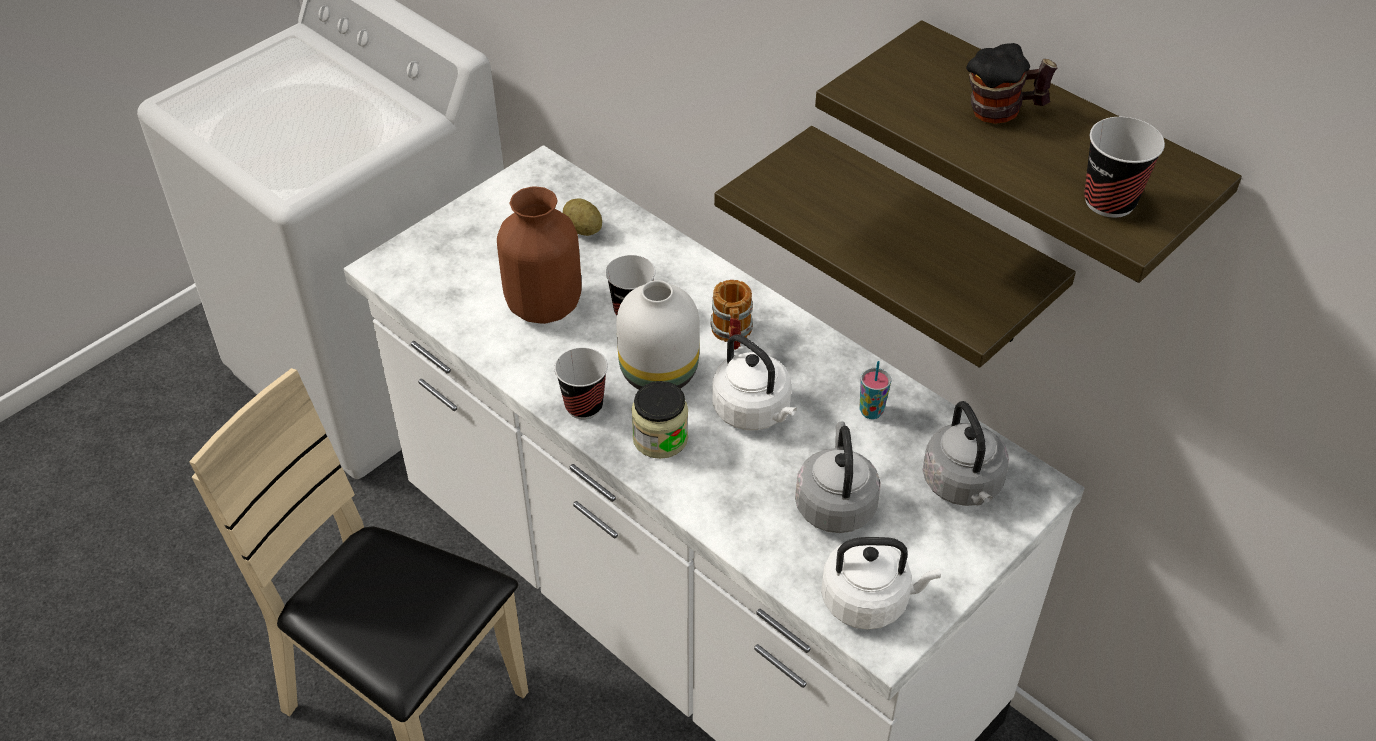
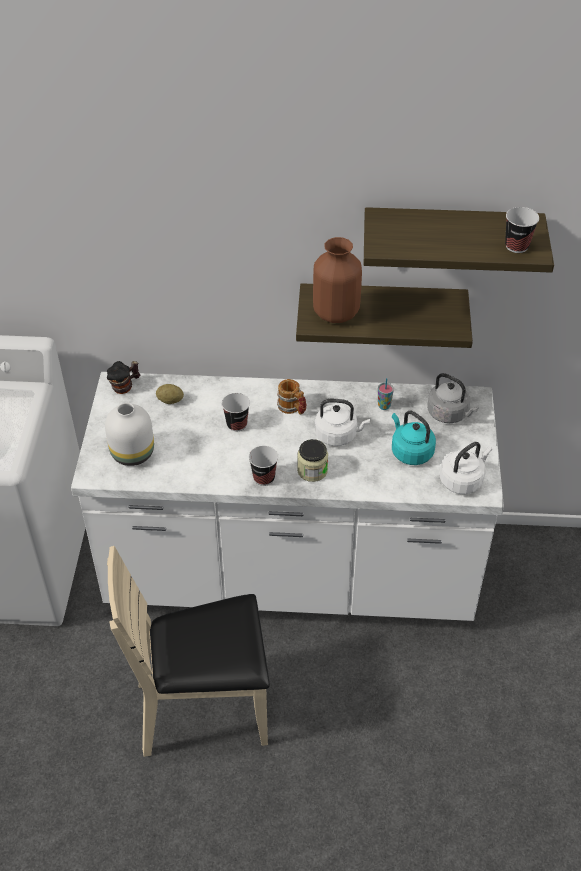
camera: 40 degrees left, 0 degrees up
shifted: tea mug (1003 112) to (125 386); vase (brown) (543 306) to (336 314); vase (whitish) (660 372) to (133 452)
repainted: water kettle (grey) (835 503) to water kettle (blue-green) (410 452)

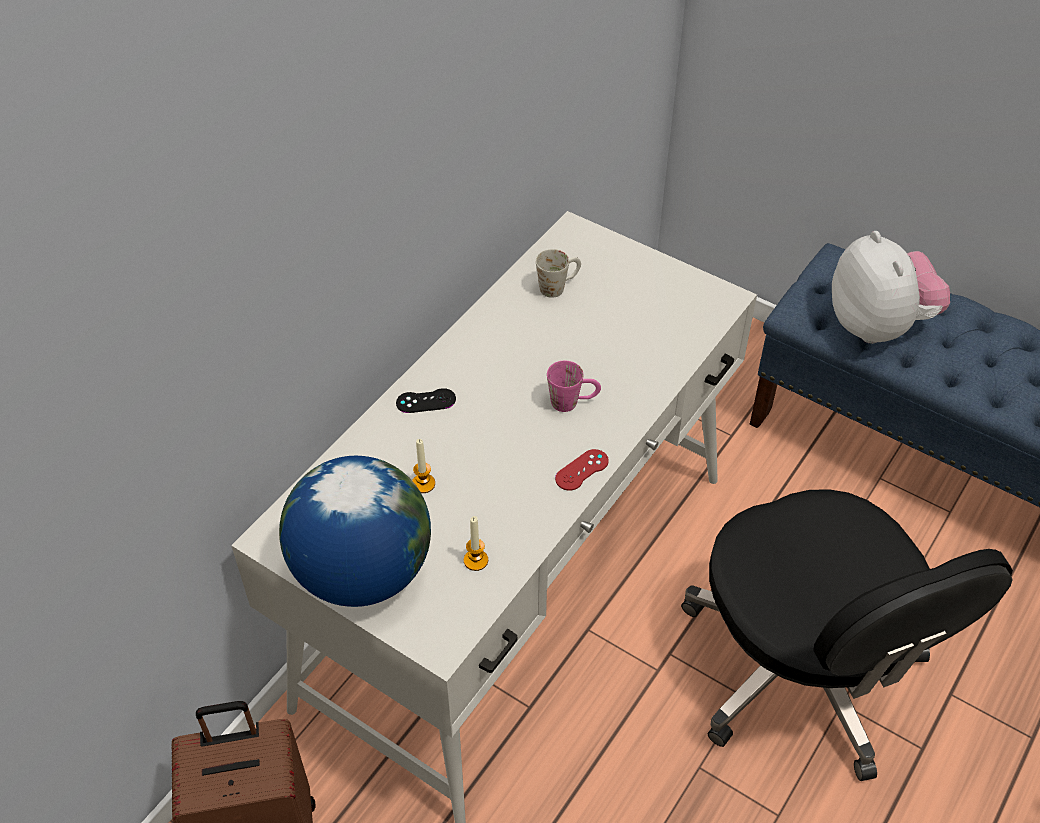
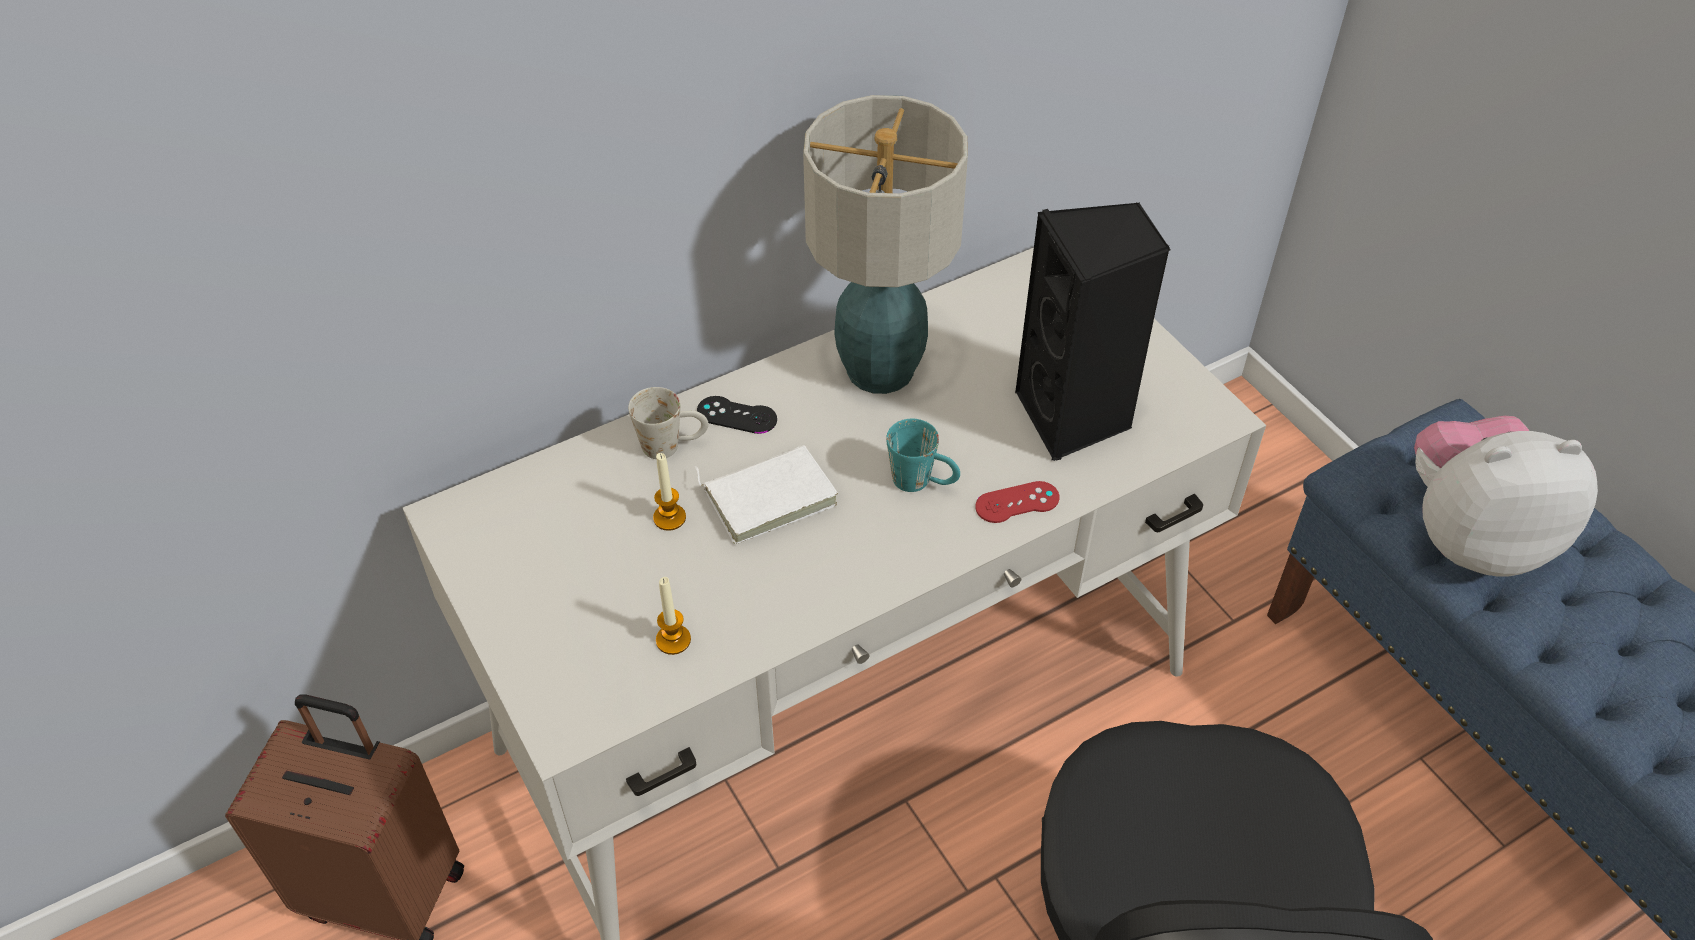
camera: 25 degrees right, 0 degrees up
gone: globe (362 571)
new: lamp for a table (881 370); speaker (blackish) (1075 417); book (whitish) (769 495)
shifted: tea mug (whitish) (558 286) to (672 445); joypad (red) (582 470) to (1017 502)
repainted: tea mug (pink) (573 402) to tea mug (blue-green) (922 482)
rotated: cuddly toy (878 325) = (1470 536) 105 degrees counterclockwise

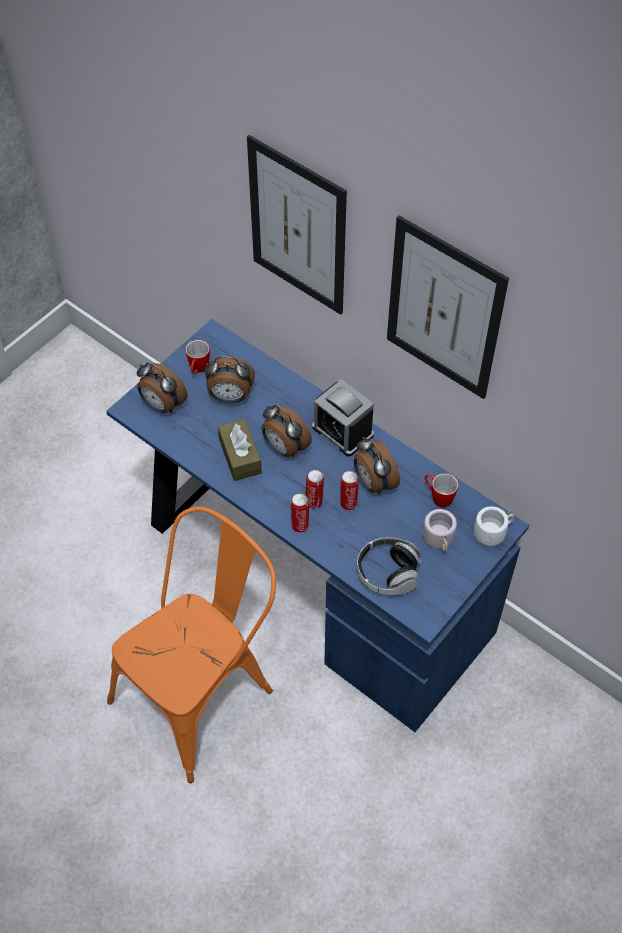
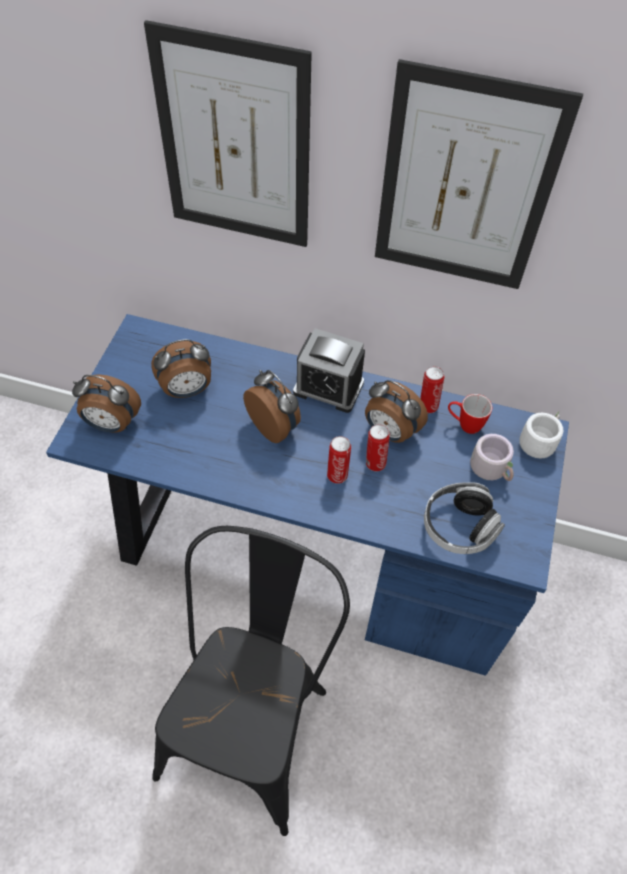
camera: 25 degrees left, 0 degrees up
gone: tea mug (198 370); tissue holder (brown) (240 456)
shifted: can (300 525) to (428 405)
repainted: upright chair (orange-coloured) (203 690) to upright chair (blackish) (253 721)
rotated: alarm clock (284 448) = (275 426) 150 degrees counterclockwise

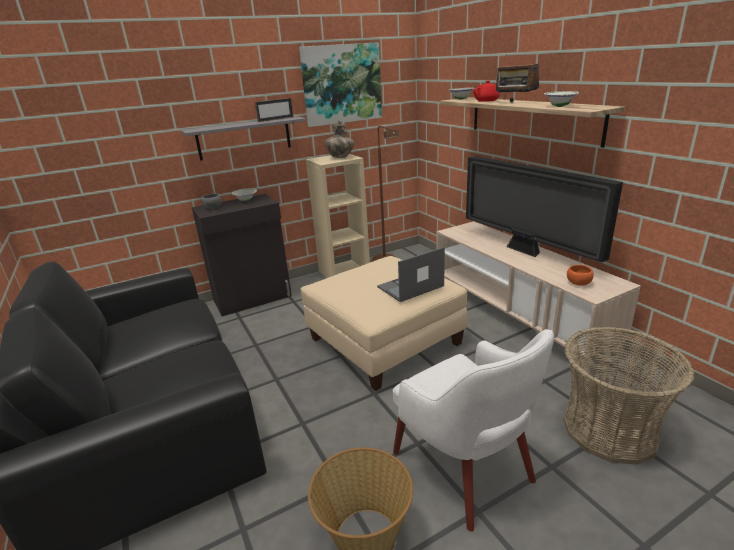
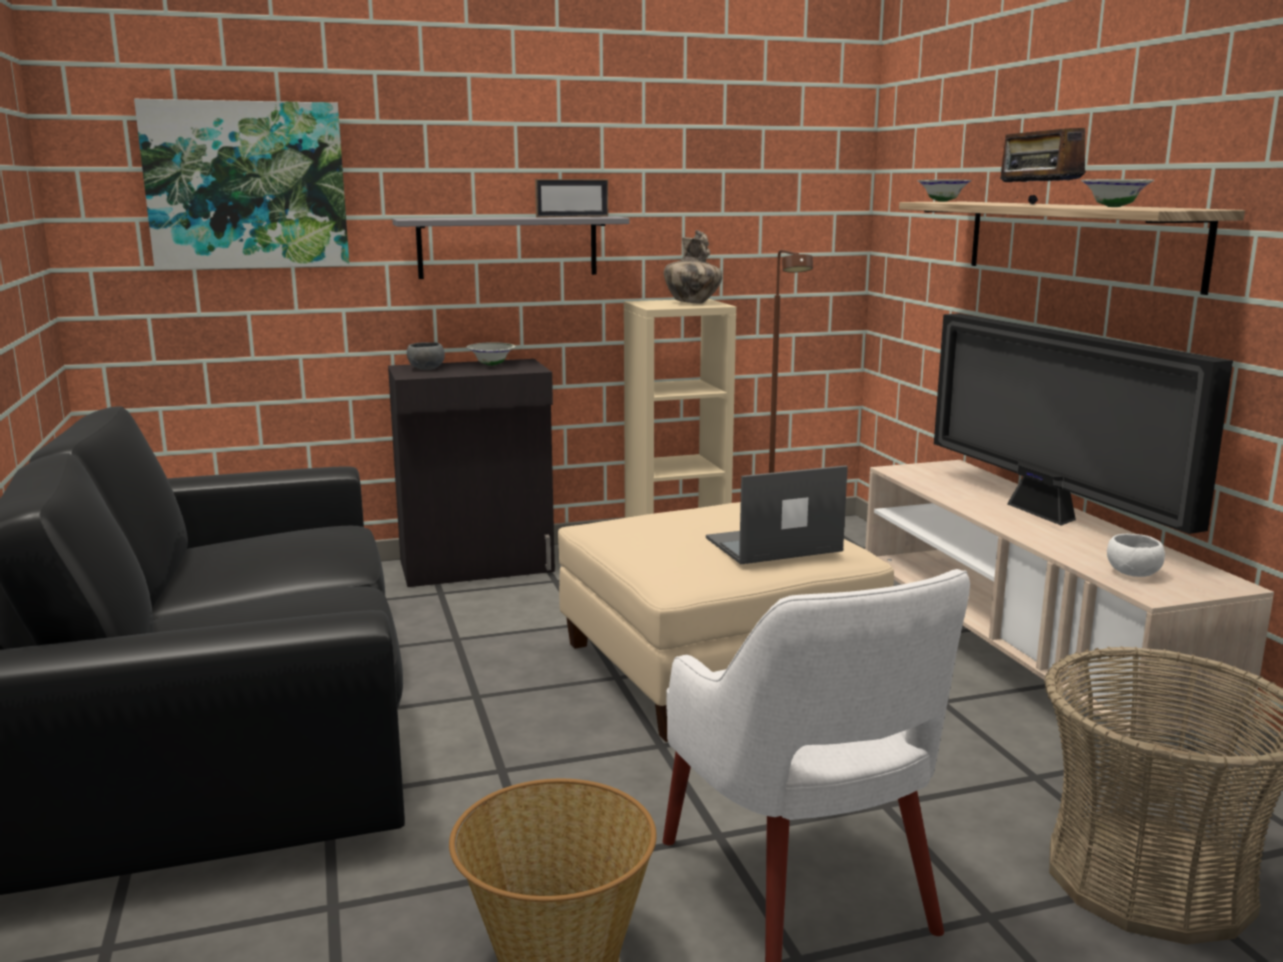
camera: 10 degrees right, 10 degrees down
gone: teapot (red) (487 101)
shifted: wall picture (342 84) to (247 185)
repainted: deep dish (orange-coloured) (577 283) to deep dish (whitish) (1131 573)

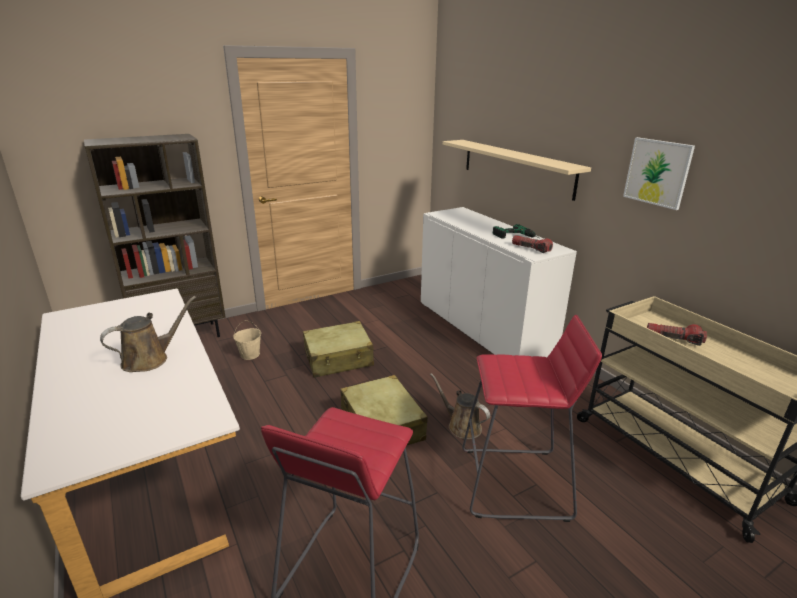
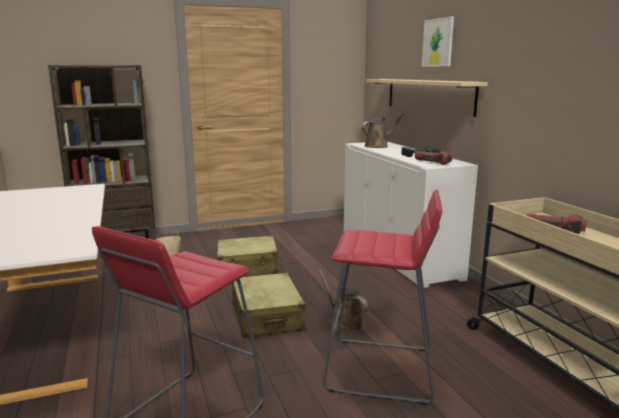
camera: 10 degrees right, 10 degrees down
shifted: wall picture (657 172) to (438 42); watering can (brown) (149 359) to (378 146)

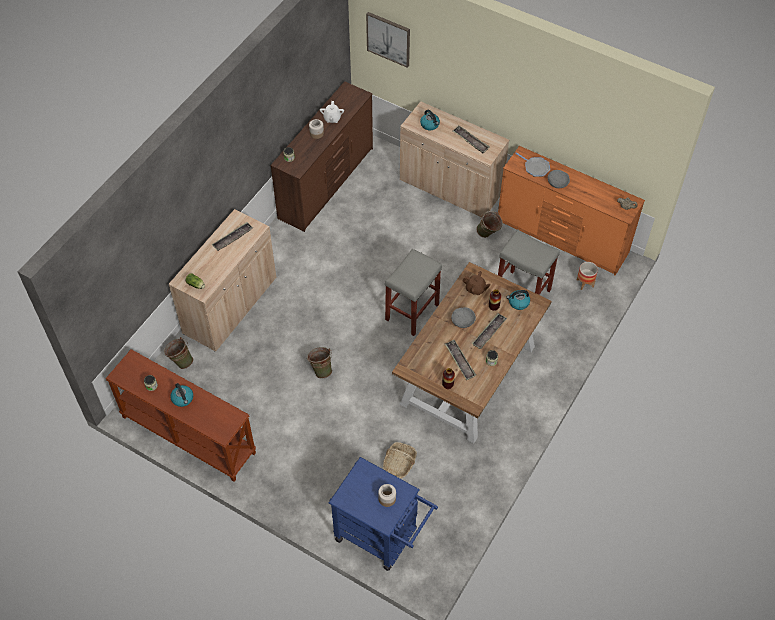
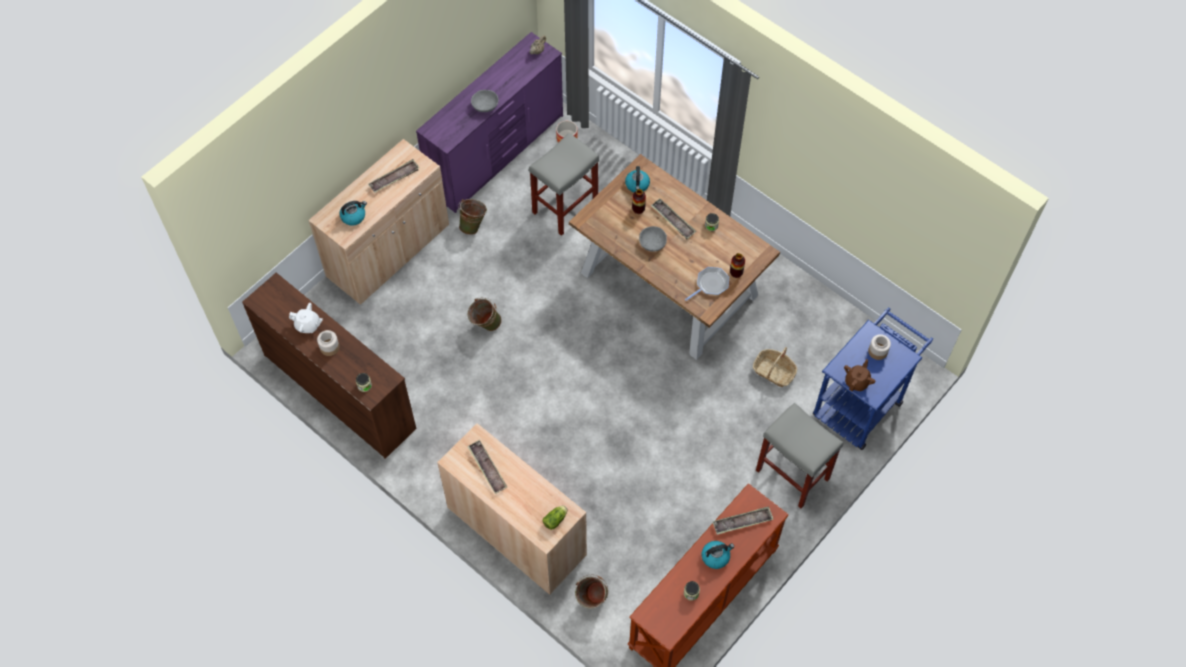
camera: 80 degrees left, 5 degrees up
gone: wall picture (388 39)
shifted: pan (535 168) to (710 284); sitting stool (grey) (412 311) to (791 474); teapot (brown) (475 289) to (857 382); carrying tray (460 361) to (742 522); pail (green) (321 369) to (485 325)
repainted: chest of drawers (orange-coloured) (562 237) to chest of drawers (purplish) (497 153)

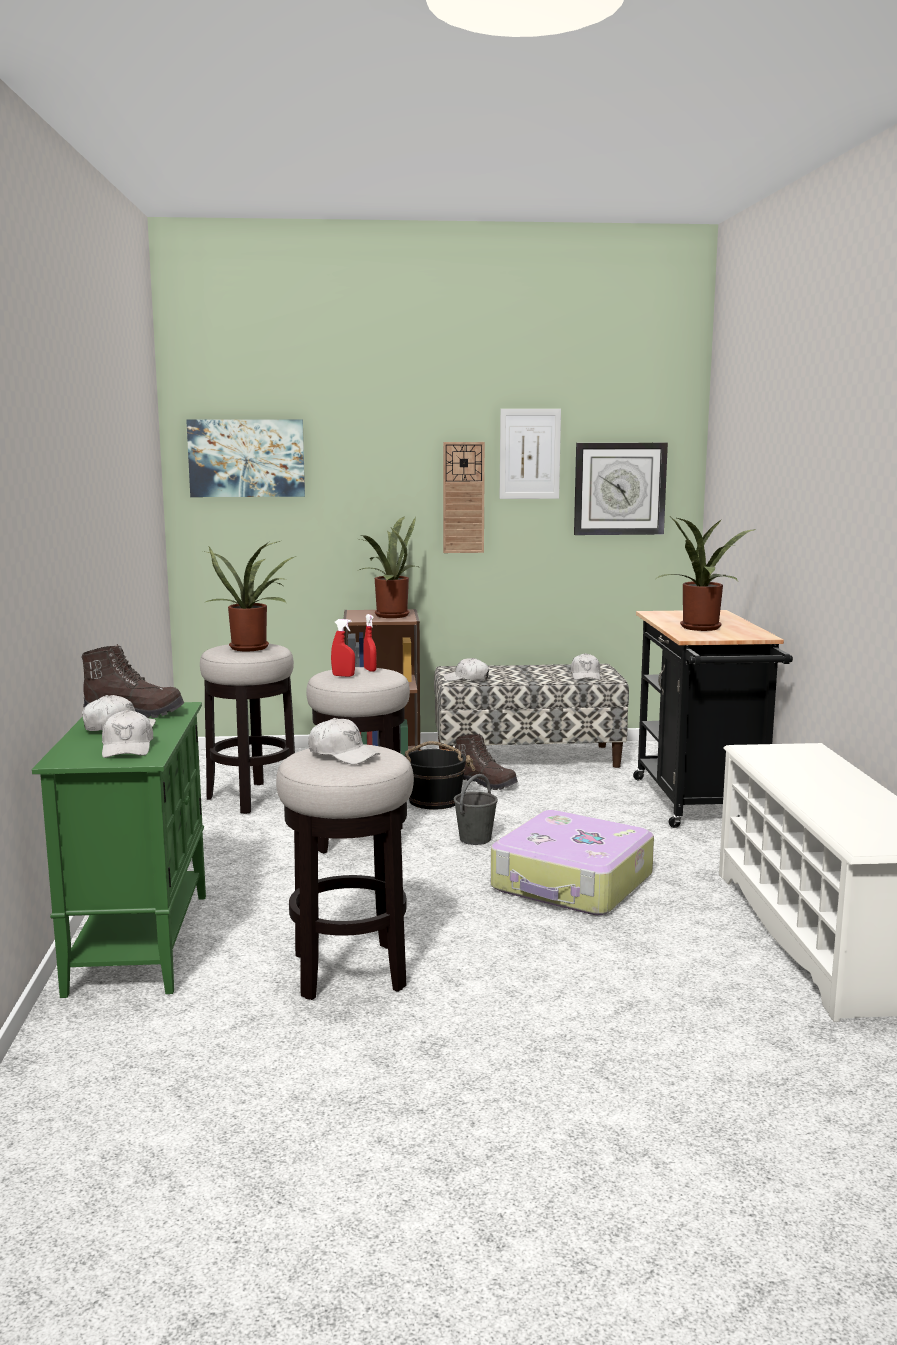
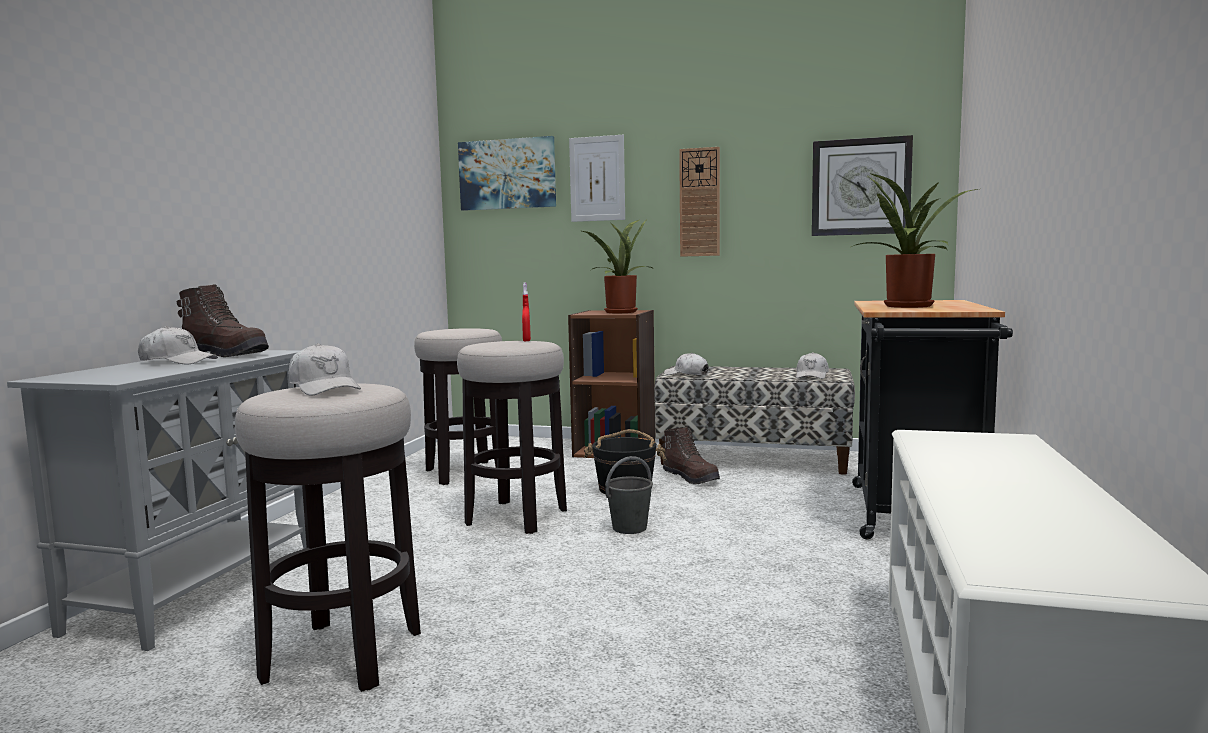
camera: 20 degrees right, 5 degrees down
gone: houseplant (252 647); hand sprayer (red) (343 676); baseball cap (whitish) (127 748); suitcase (572 883)
shifted: wall picture (529 454) to (597 179)
repainted: storage cabinet (green) (139 941) to storage cabinet (grey) (200 589)

